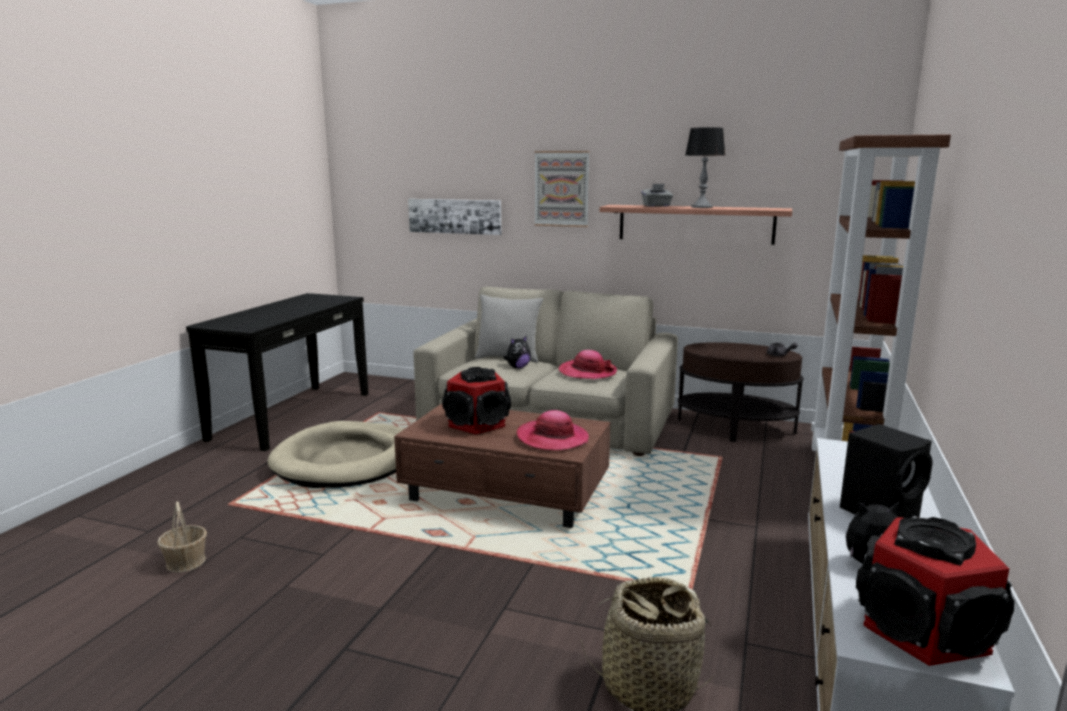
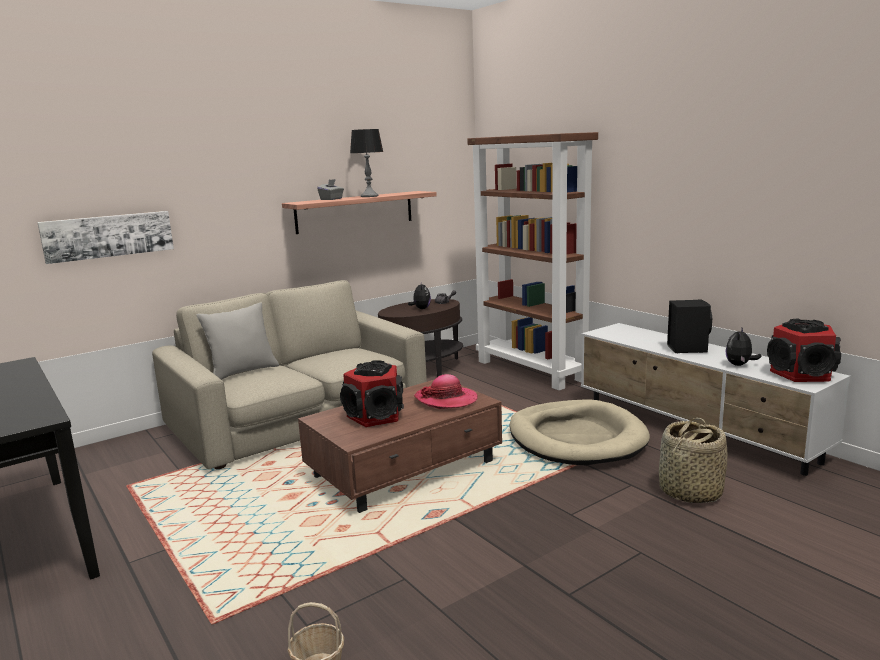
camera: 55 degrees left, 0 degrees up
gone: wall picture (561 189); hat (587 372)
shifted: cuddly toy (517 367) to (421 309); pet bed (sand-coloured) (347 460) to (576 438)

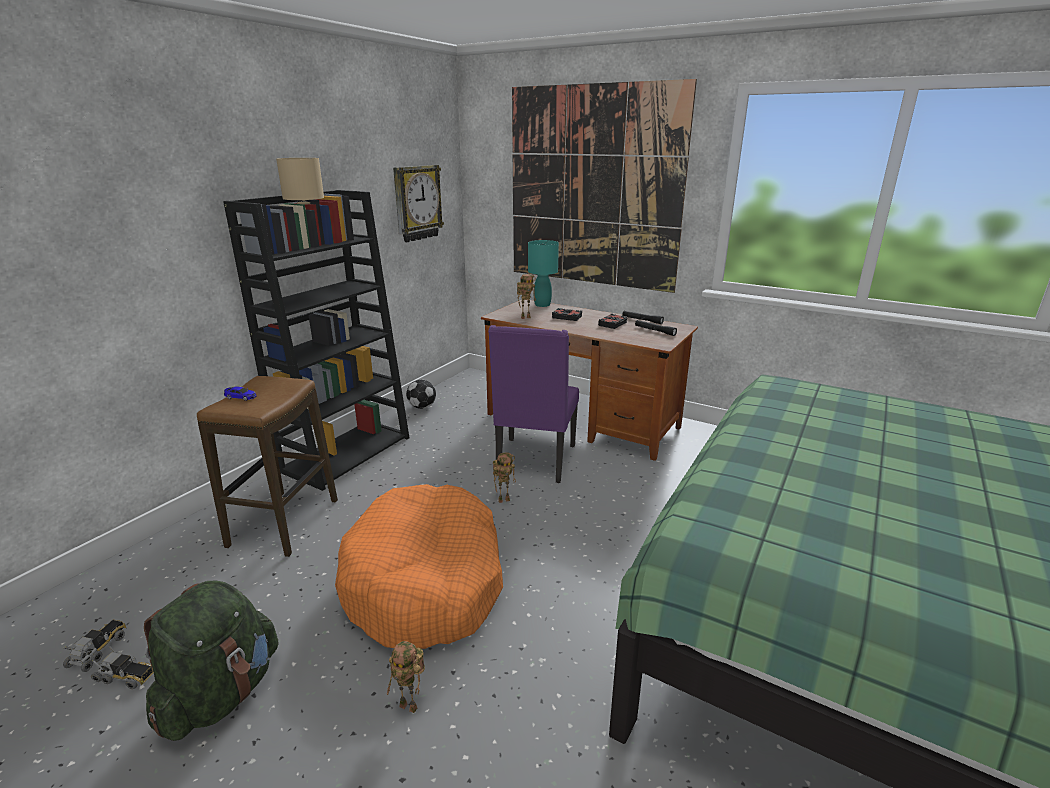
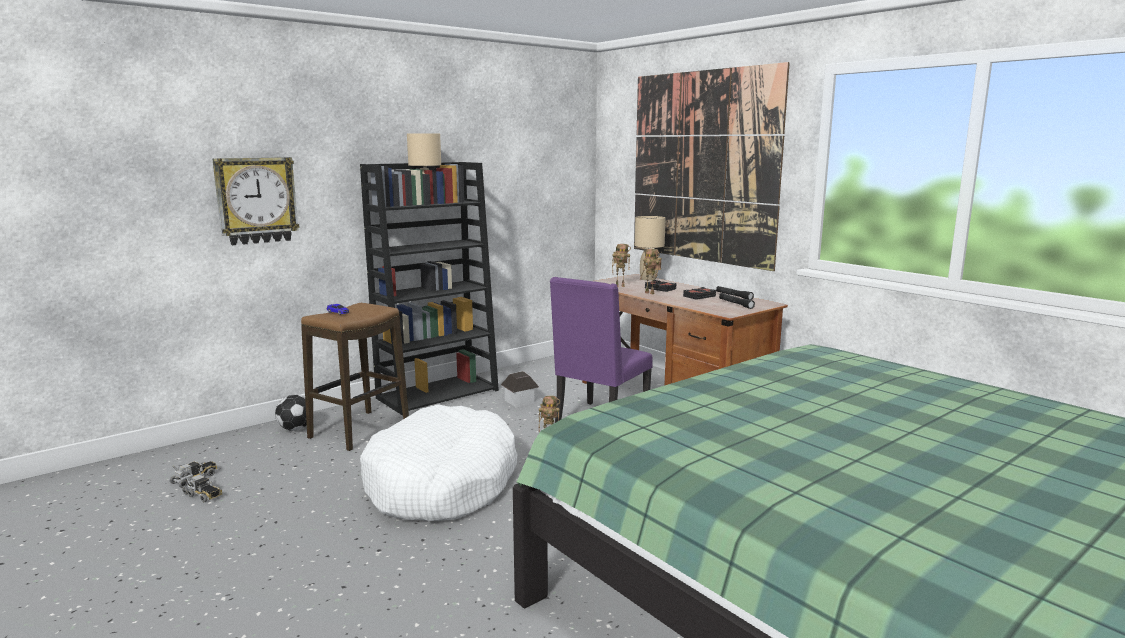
camera: 20 degrees right, 10 degrees down
gone: knapsack (green) (222 694)
new: toy house (520 401)
shifted: clock on the wall (417 203) to (256 200); football ball (422 407) to (296 429); toy robot (410 706) to (651 293)
repainted: lamp for a table (blue-green) (542 305) to lamp for a table (sand-coloured) (648 279); pet bed (orange-coloured) (425 581) to pet bed (whitish) (442 484)

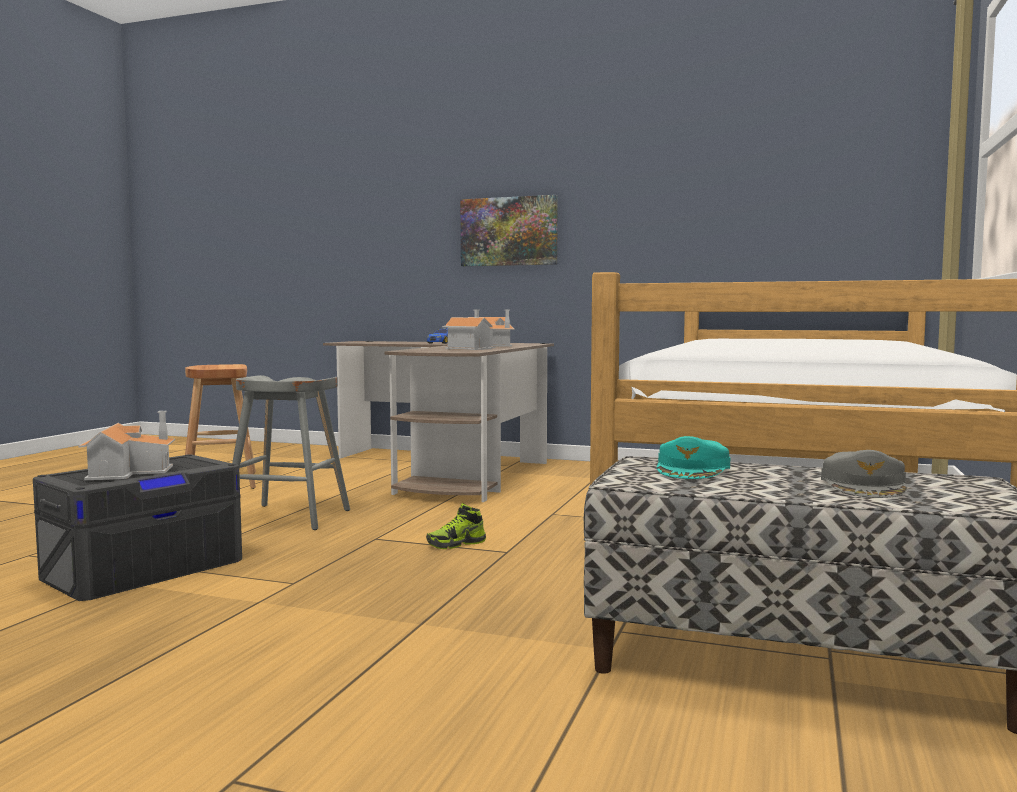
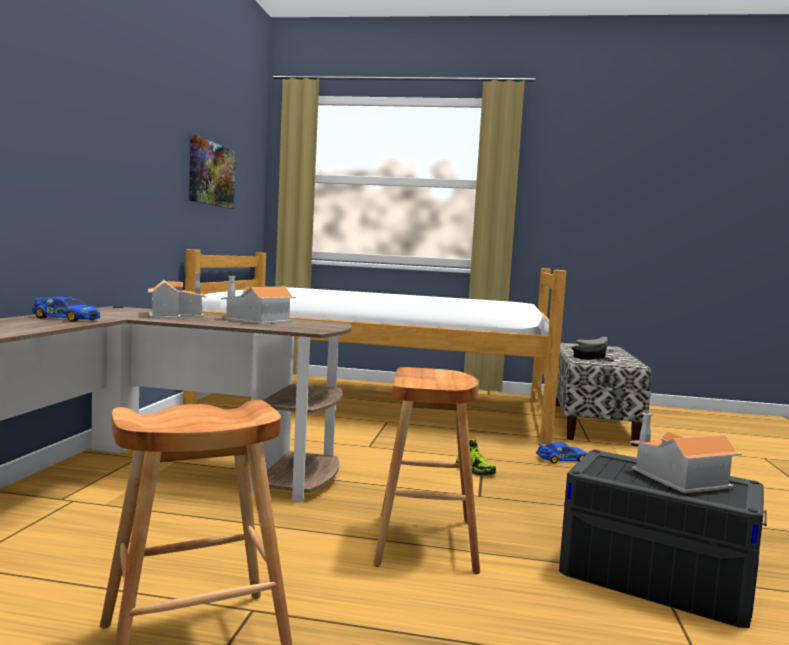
camera: 100 degrees left, 0 degrees up
new: toy car (562 459)
shifted: wall picture (509 231) to (211 174)
repainted: sitting stool (grey) (288 517) to sitting stool (brown) (425 541); baseball cap (blue-green) (693 469) to baseball cap (blackish) (592 358)

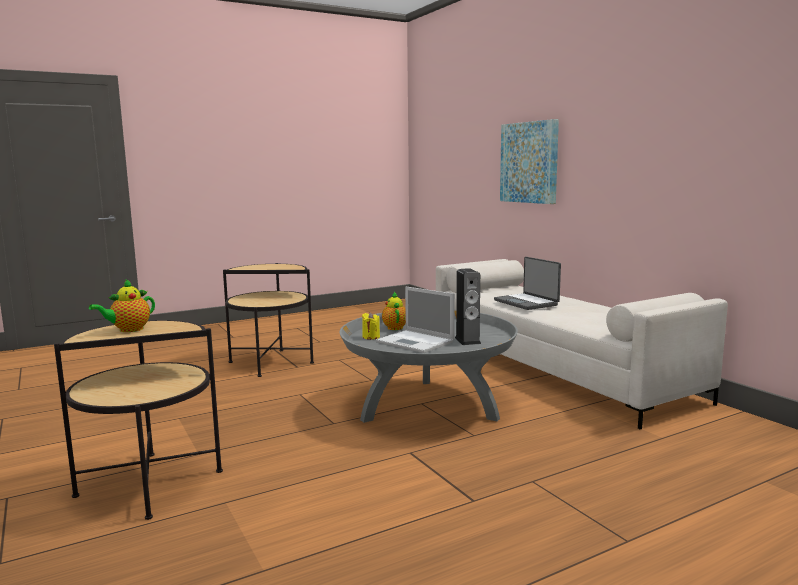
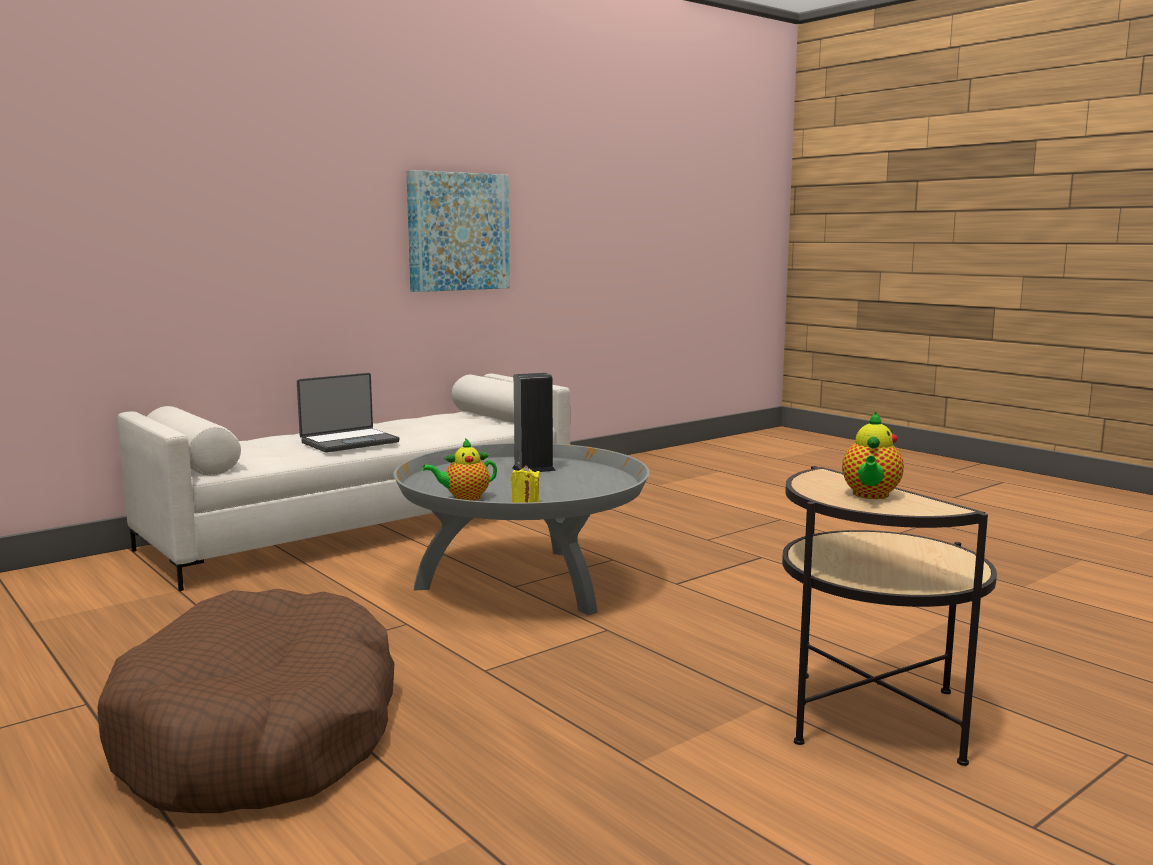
camera: 100 degrees left, 0 degrees up
gone: notebook computer (416 342)
shifted: wall picture (529 162) to (458 232)
swapped: accent table (271 362) to pet bed (brown) (260 735)
rotated: teapot (128 330) = (870 495) 75 degrees clockwise

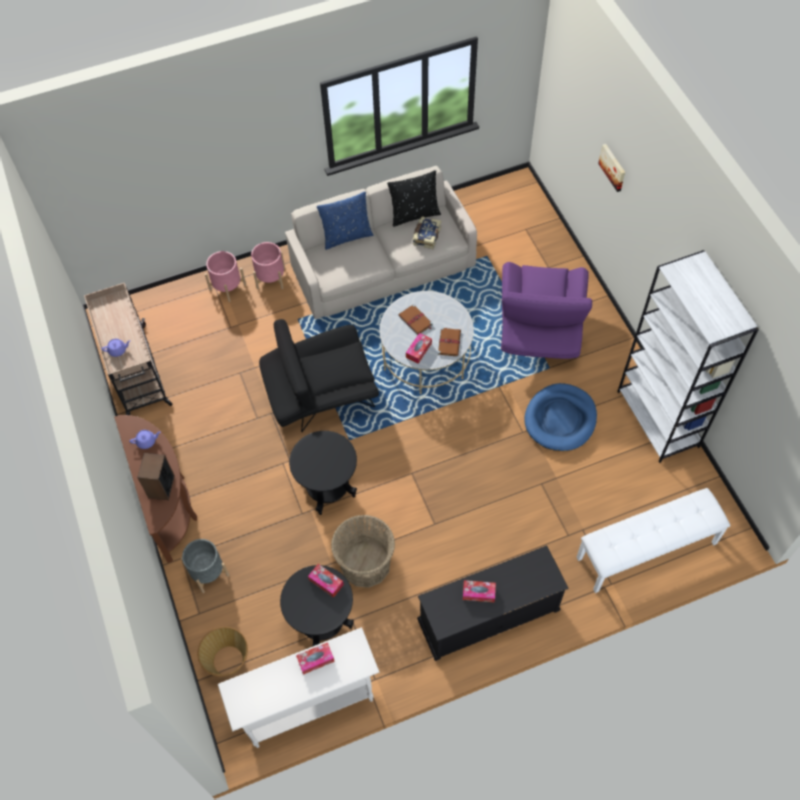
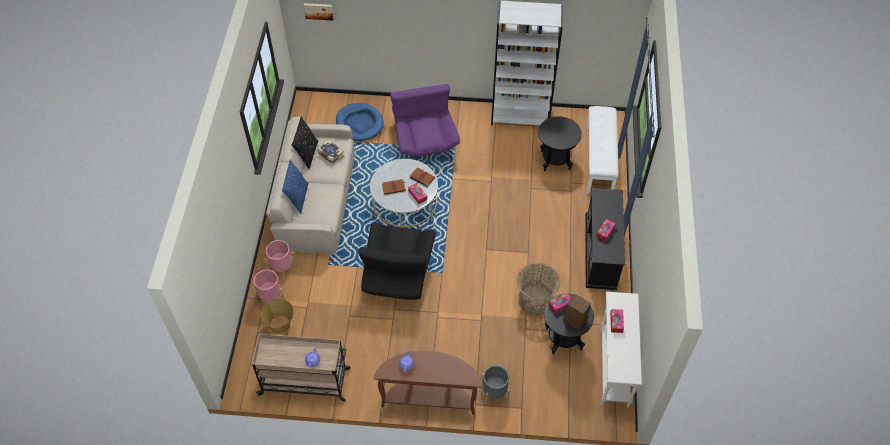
camera: 65 degrees left, 5 degrees down
shifted: wall picture (613 167) to (318 11); pet bed (blue) (560 419) to (359 123); accent table (blackish) (328 490) to (555 160); speaker (161 487) to (574 320); storage basket (228 661) to (280 325)
rotated: easy chair (purplish) (539 329) = (424 141) 135 degrees counterclockwise

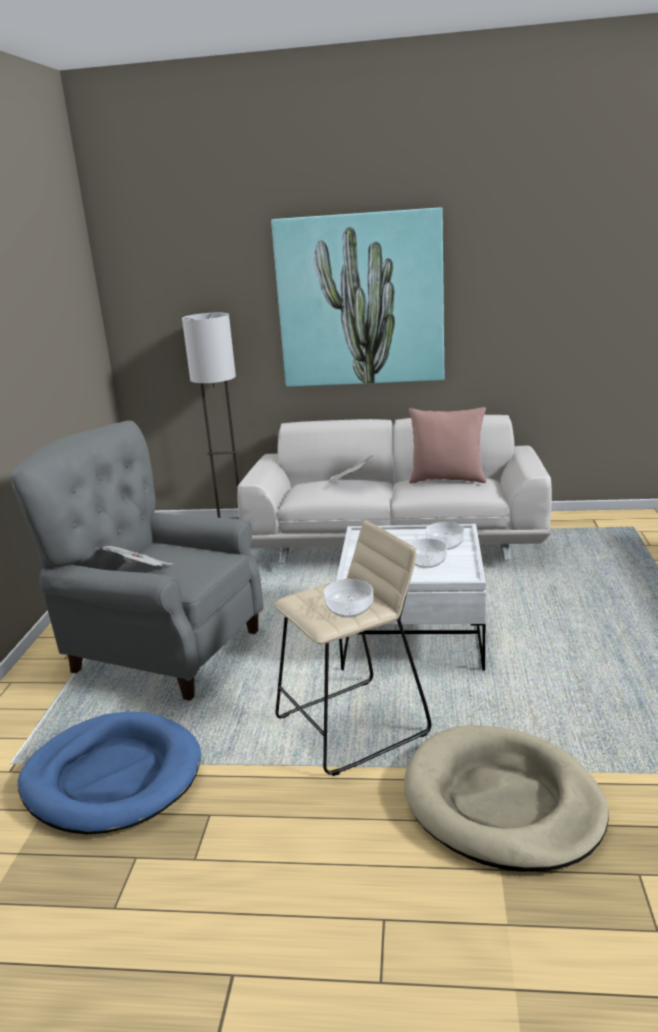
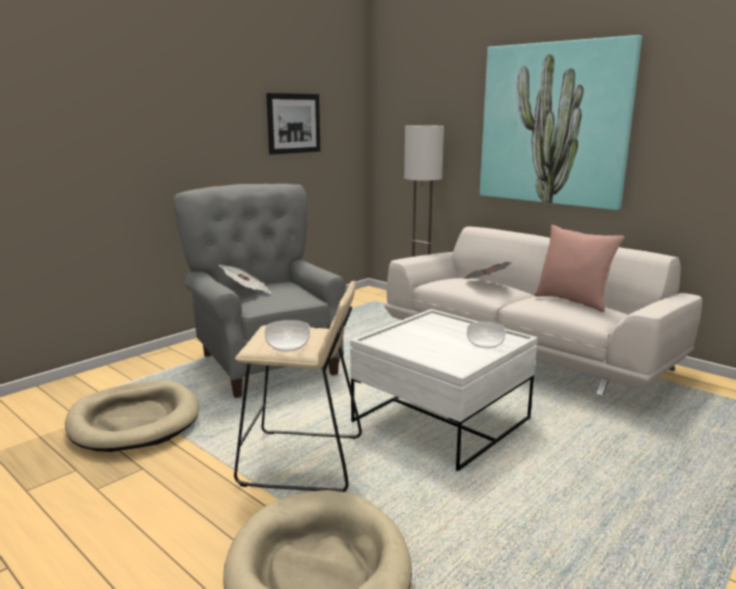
camera: 35 degrees right, 5 degrees down
gone: deep dish (427 562)
new: wall picture (294 123)
repainted: pet bed (blue) (112 777) to pet bed (sand-coloured) (134 421)

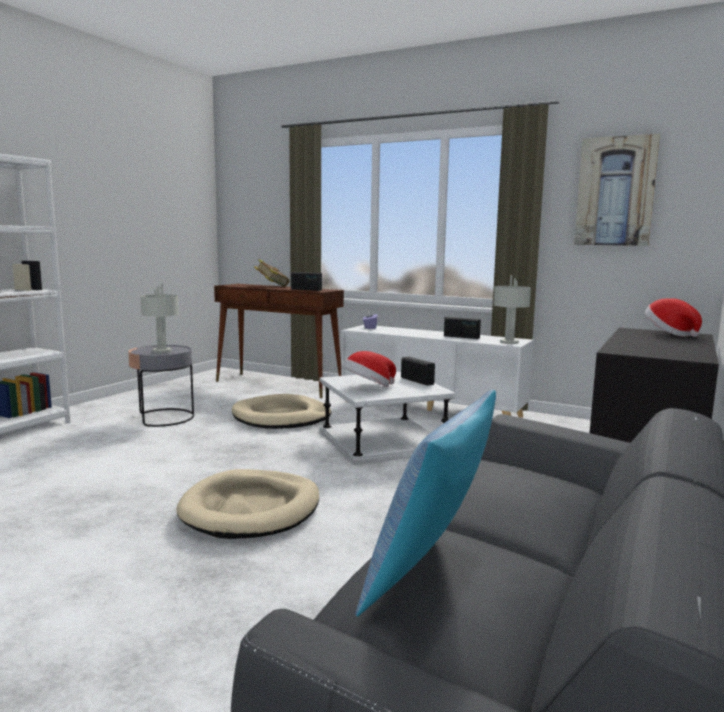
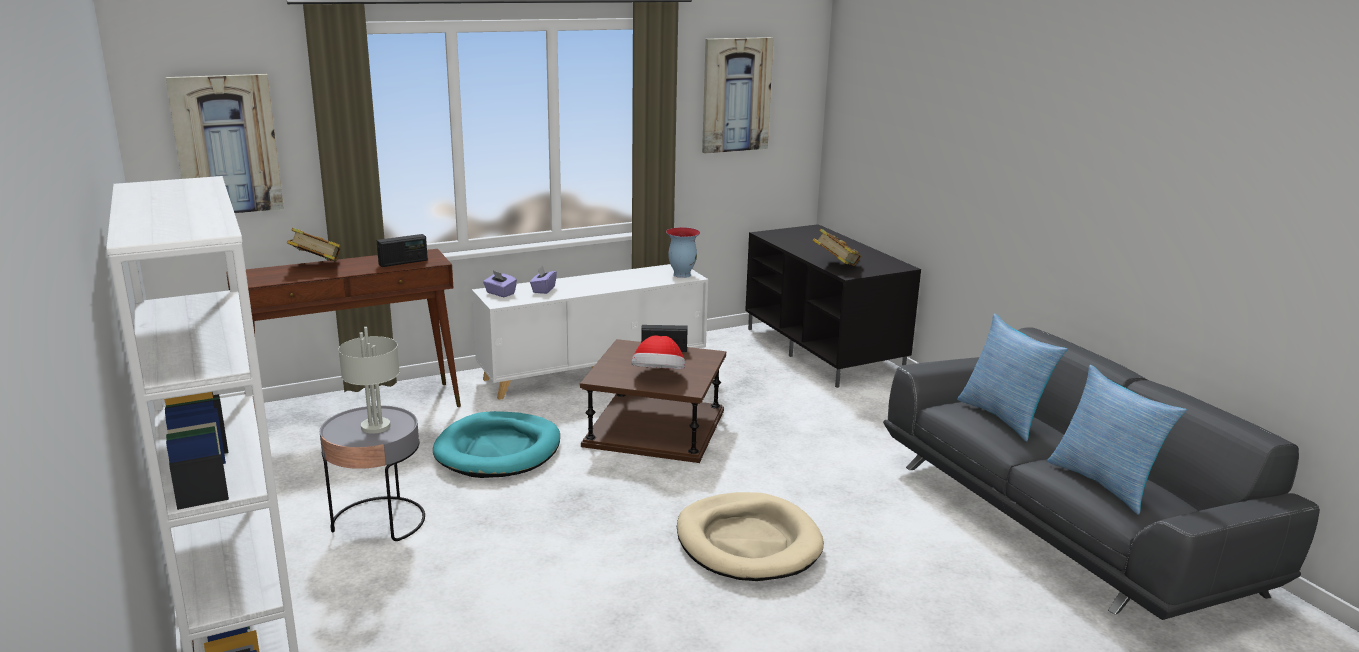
camera: 55 degrees left, 10 degrees up
gone: hat (669 334); radio receiver (461 337)
new: wall picture (226 145); book (835 265); tissue holder (purplish) (543 289); throw pillow (1004 417)
swapped: lamp for a table (grey) (508 342) to vase (681 274)
repainted: accent table (whitish) (382 441) to accent table (brown) (654 428); pet bed (sand-coloured) (282 417) to pet bed (blue-green) (498 450)

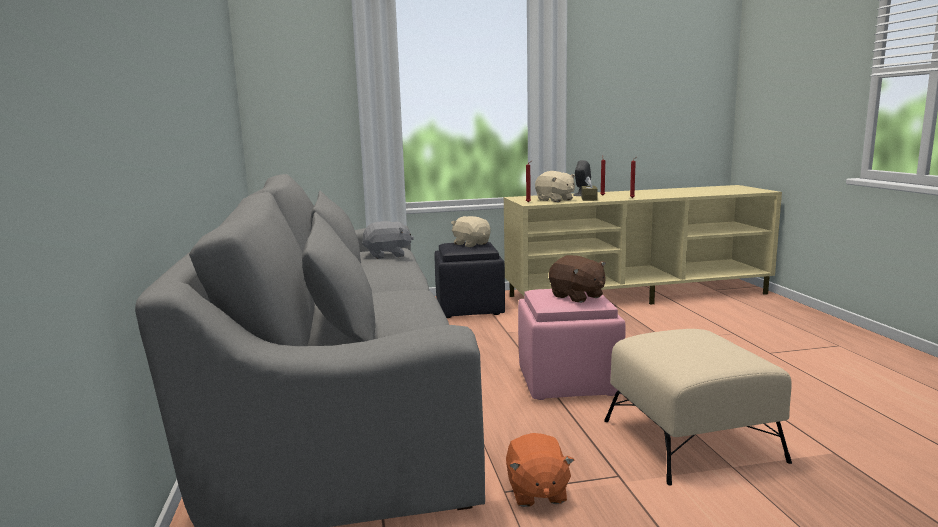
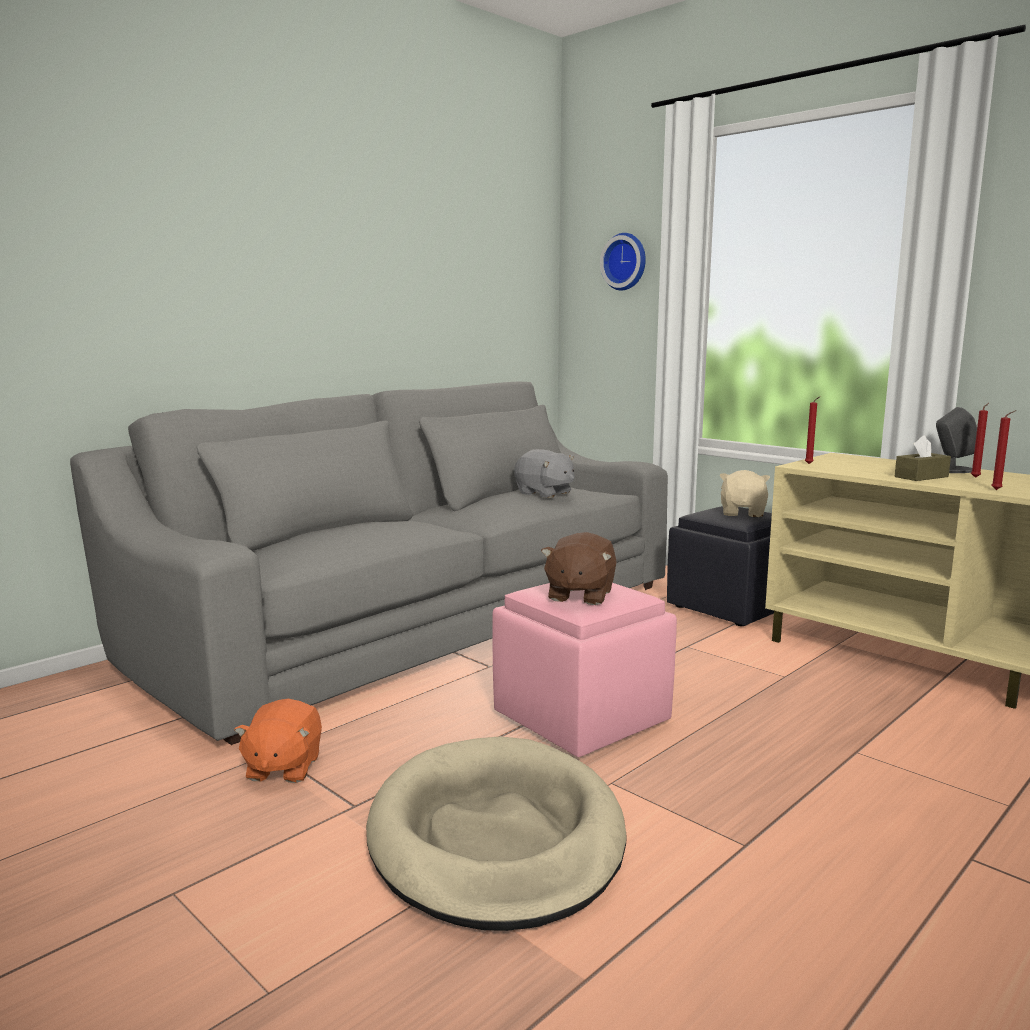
camera: 55 degrees right, 0 degrees up
gone: cuddly toy (sand-coloured) (555 200)
new: clock on the wall (625 262)
swapped: pouffe (sand-coloured) (691 441) to pet bed (sand-coloured) (496 838)
rotated: cuddly toy (orange-coloured) (536 492) = (283 768) 45 degrees counterclockwise

